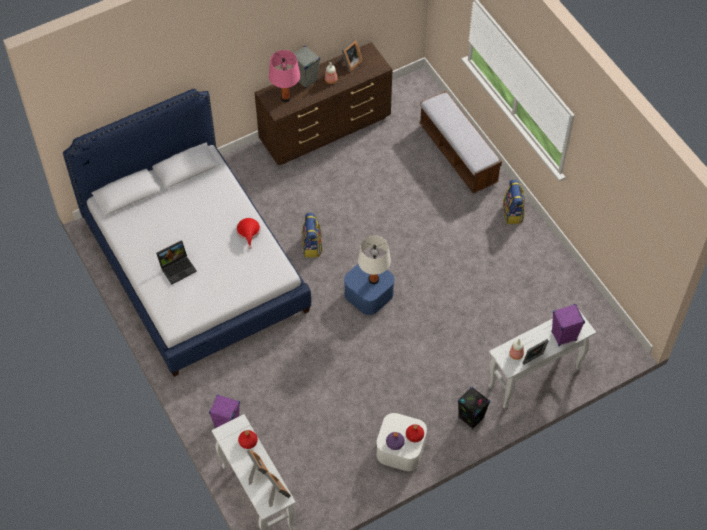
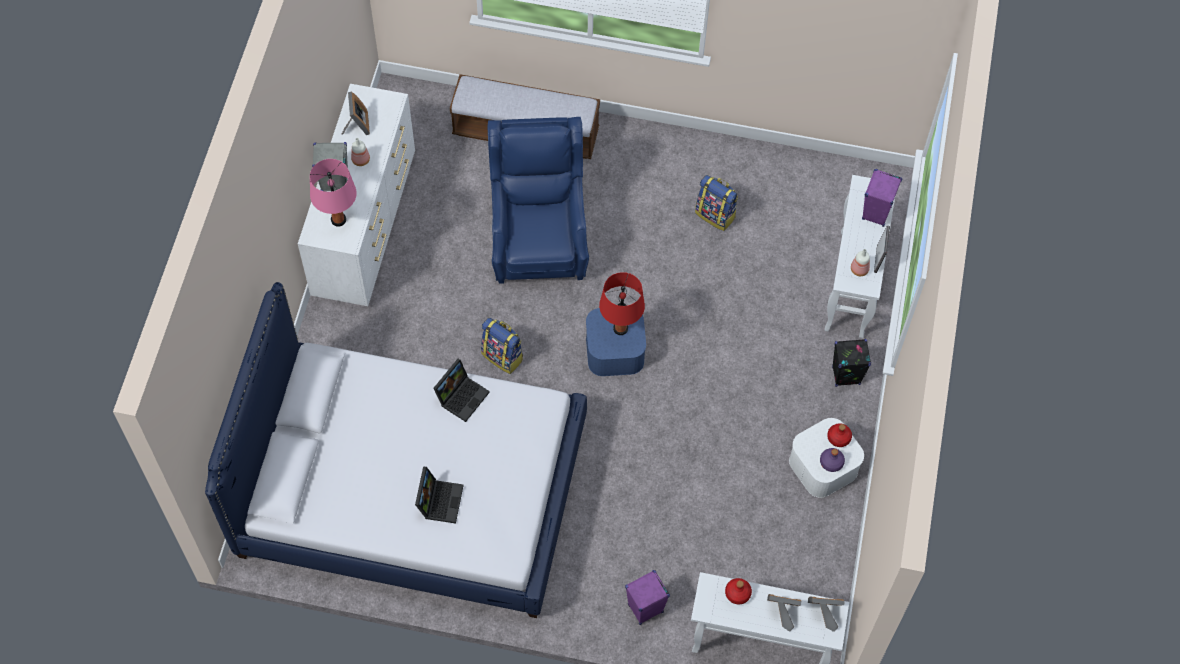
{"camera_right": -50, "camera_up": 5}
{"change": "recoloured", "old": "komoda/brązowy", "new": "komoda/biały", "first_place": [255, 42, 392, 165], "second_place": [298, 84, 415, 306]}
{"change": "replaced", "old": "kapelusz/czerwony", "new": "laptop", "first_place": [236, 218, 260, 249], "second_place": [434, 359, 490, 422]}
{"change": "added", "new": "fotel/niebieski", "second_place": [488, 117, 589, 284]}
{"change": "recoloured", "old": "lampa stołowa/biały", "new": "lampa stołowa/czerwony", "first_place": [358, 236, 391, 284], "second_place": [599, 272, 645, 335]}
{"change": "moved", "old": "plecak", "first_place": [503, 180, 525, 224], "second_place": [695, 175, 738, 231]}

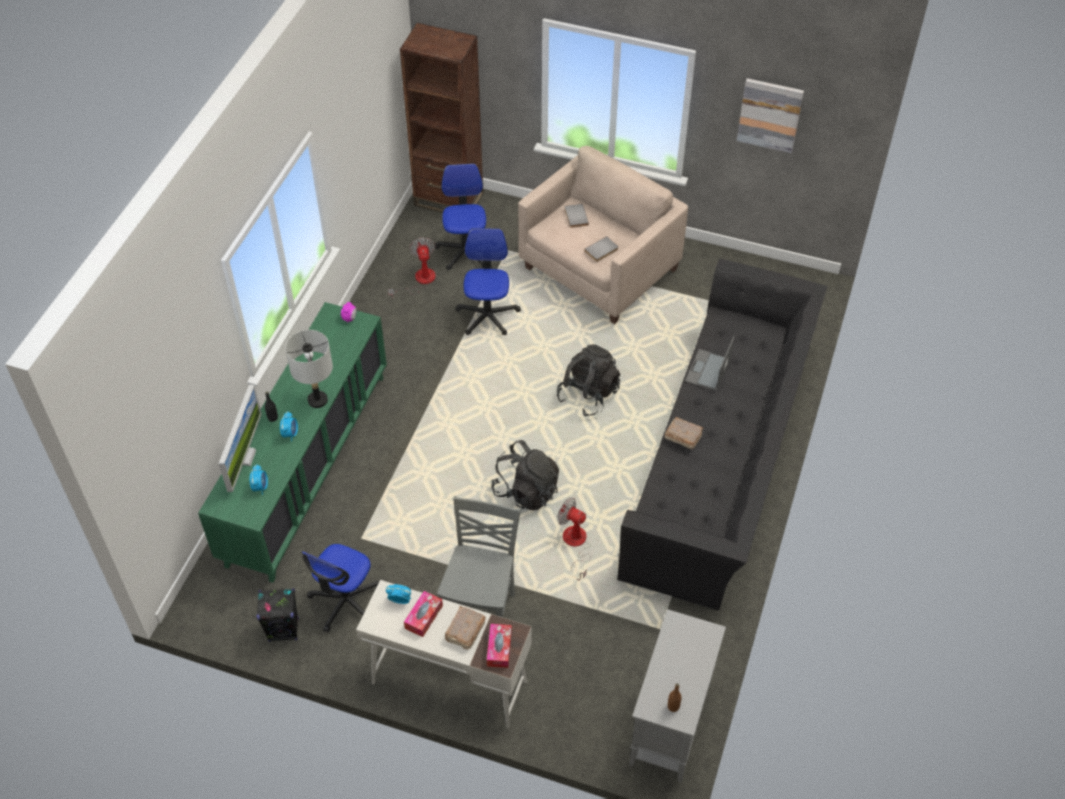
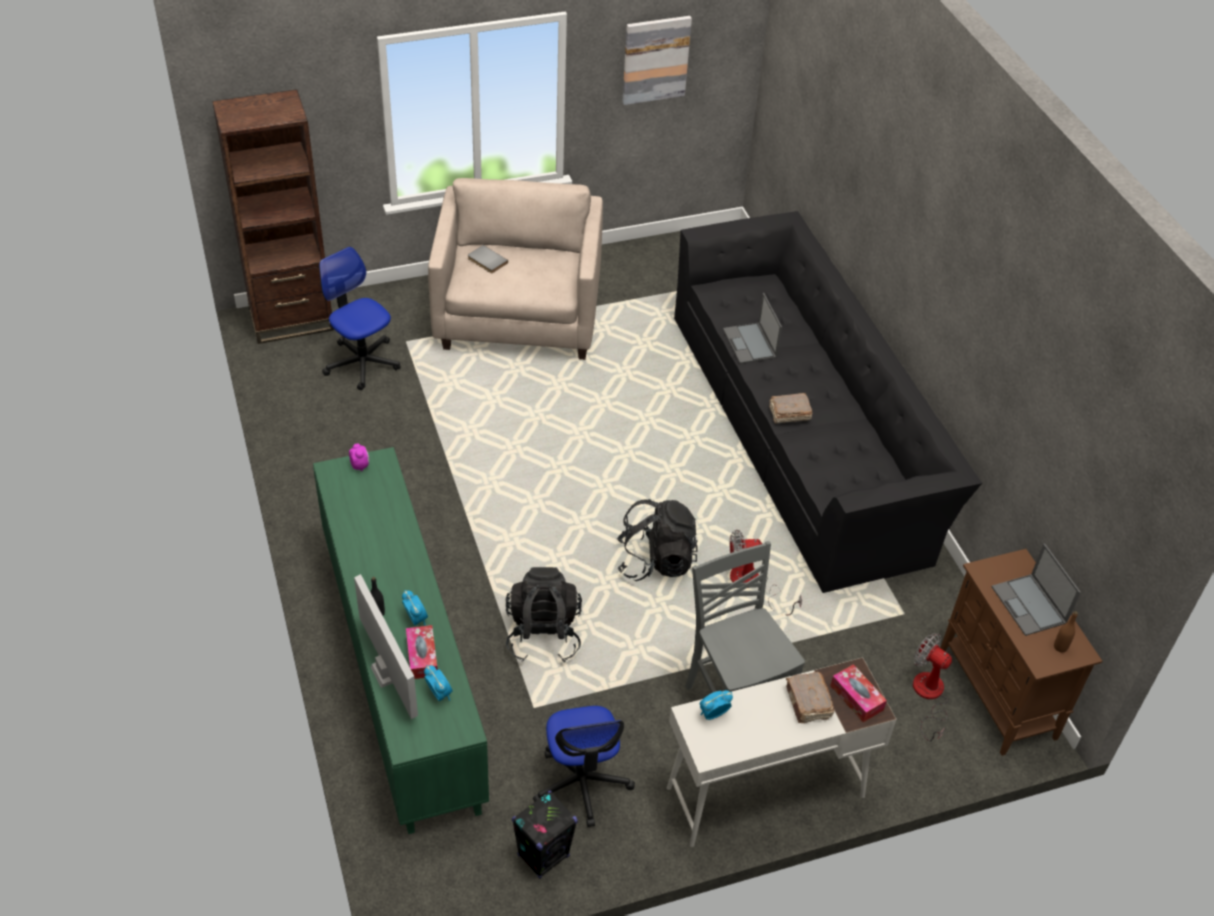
{"camera_right": -40, "camera_up": -5}
{"change": "moved", "old": "pudełko chusteczek", "first_place": [404, 591, 443, 637], "second_place": [406, 625, 438, 679]}
{"change": "moved", "old": "plecak/czarny", "first_place": [556, 344, 620, 416], "second_place": [506, 567, 582, 662]}
{"change": "moved", "old": "wentylator", "first_place": [388, 237, 436, 298], "second_place": [913, 633, 952, 742]}
{"change": "recoloured", "old": "szafka/szary", "new": "szafka/brązowy", "first_place": [629, 609, 726, 782], "second_place": [940, 549, 1102, 756]}
{"change": "added", "new": "laptop", "second_place": [992, 544, 1081, 636]}
{"change": "removed", "old": "lampa stołowa/szary", "first_place": [285, 330, 333, 408]}
{"change": "removed", "old": "krzesło biurowe", "first_place": [455, 228, 521, 335]}
{"change": "removed", "old": "książka/szary", "first_place": [584, 236, 618, 262]}

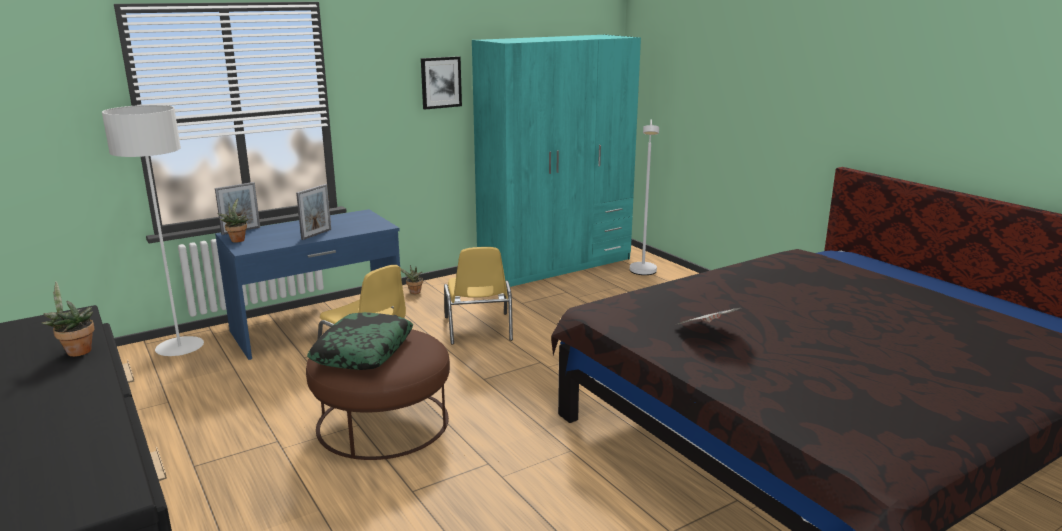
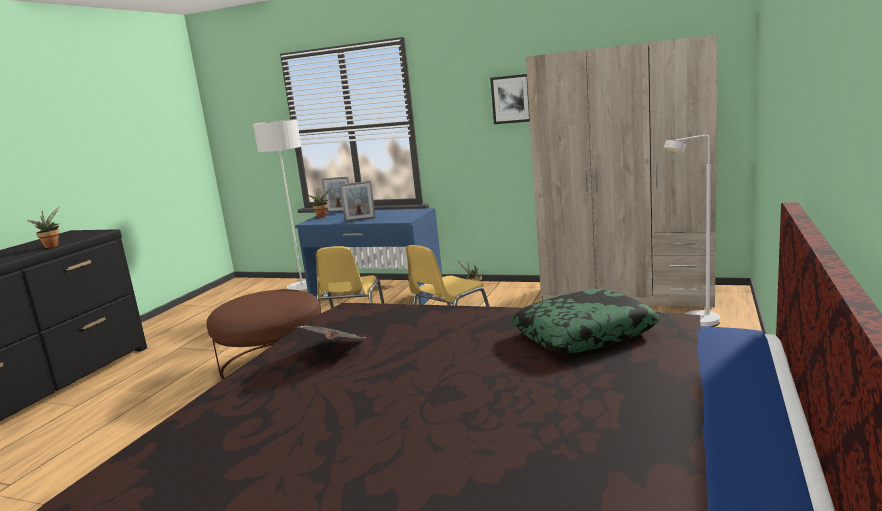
{"camera_right": 55, "camera_up": -5}
{"change": "moved", "old": "poduszka", "first_place": [307, 312, 413, 370], "second_place": [511, 289, 660, 354]}
{"change": "recoloured", "old": "szafa/turkusowy", "new": "szafa/beżowy", "first_place": [472, 34, 641, 287], "second_place": [526, 34, 718, 307]}

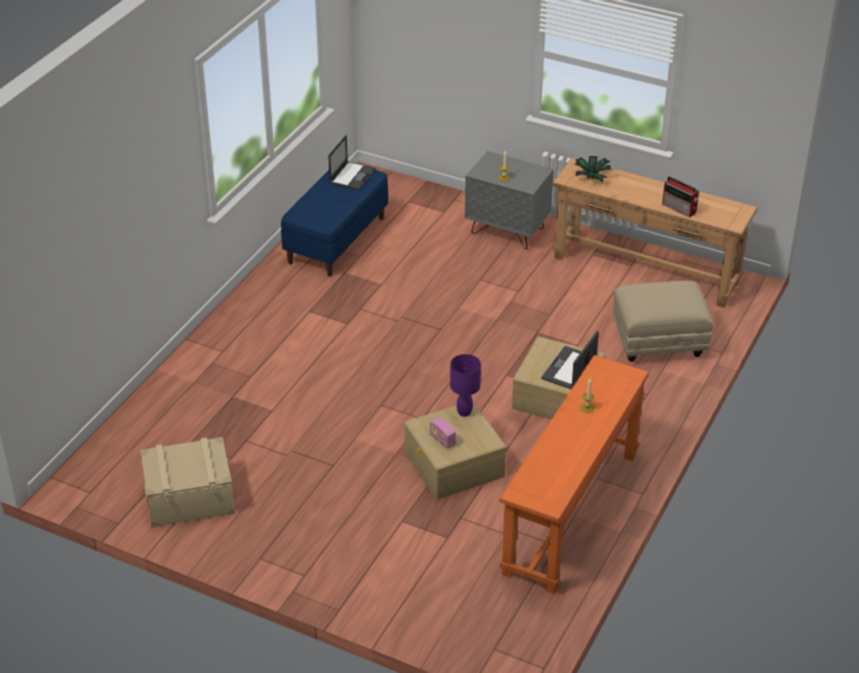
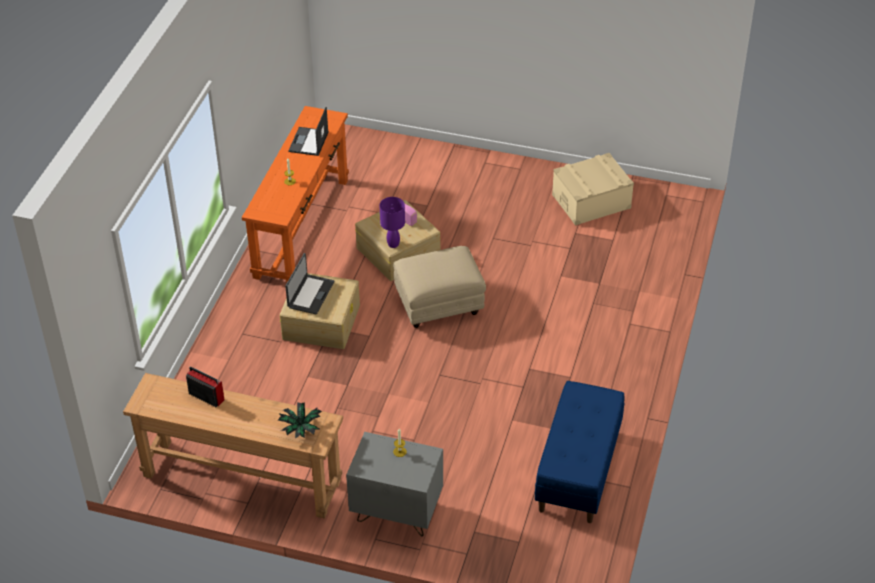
{"camera_right": 170, "camera_up": 5}
{"change": "moved", "old": "laptop", "first_place": [328, 135, 376, 190], "second_place": [288, 107, 329, 156]}
{"change": "moved", "old": "pufa/beżowy", "first_place": [613, 281, 713, 362], "second_place": [393, 246, 486, 328]}

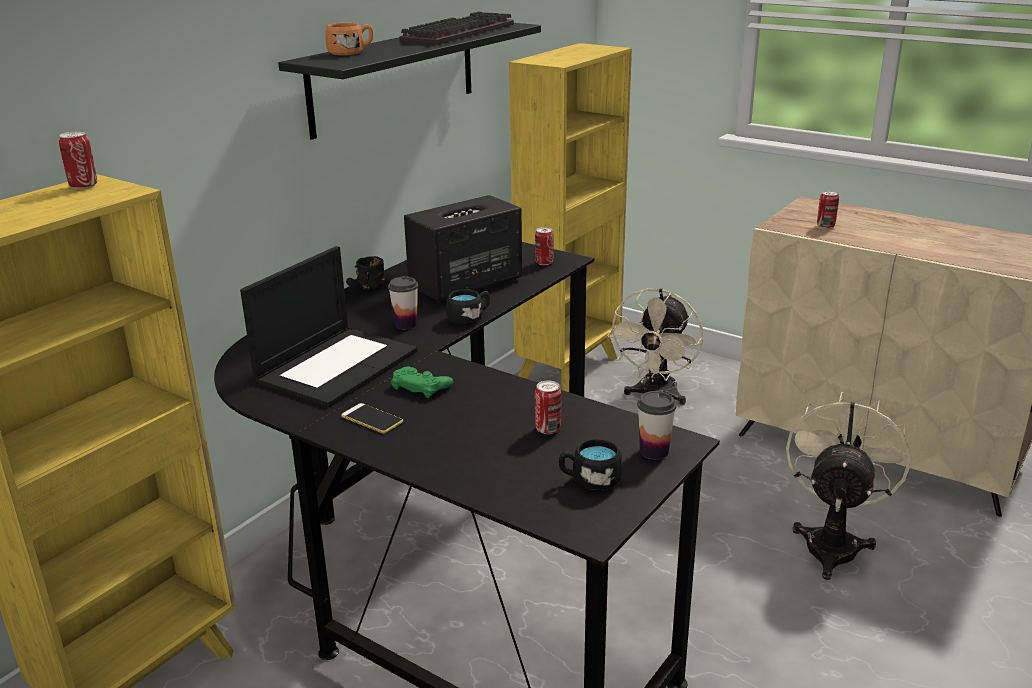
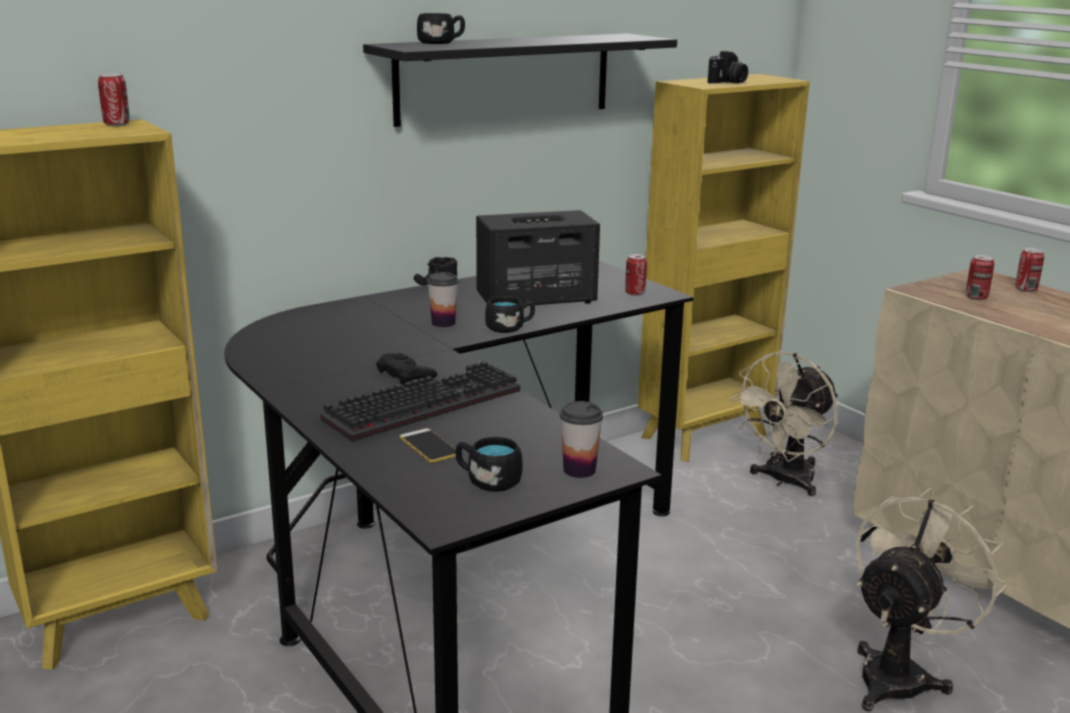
{"camera_right": 20, "camera_up": -5}
{"change": "moved", "old": "klawiatura", "first_place": [399, 11, 514, 45], "second_place": [320, 361, 520, 441]}
{"change": "recoloured", "old": "pad do gier/zielony", "new": "pad do gier/czarny", "first_place": [391, 366, 454, 398], "second_place": [376, 353, 437, 385]}
{"change": "moved", "old": "telefon", "first_place": [341, 403, 403, 434], "second_place": [399, 428, 456, 463]}
{"change": "recoloured", "old": "kubek/pomarańczowy", "new": "kubek/czarny", "first_place": [325, 23, 373, 55], "second_place": [417, 13, 465, 44]}
{"change": "added", "new": "aparat fotograficzny", "second_place": [708, 51, 748, 84]}
{"change": "moved", "old": "puszka", "first_place": [535, 380, 561, 434], "second_place": [1016, 248, 1044, 292]}
{"change": "removed", "old": "laptop", "first_place": [240, 246, 418, 407]}

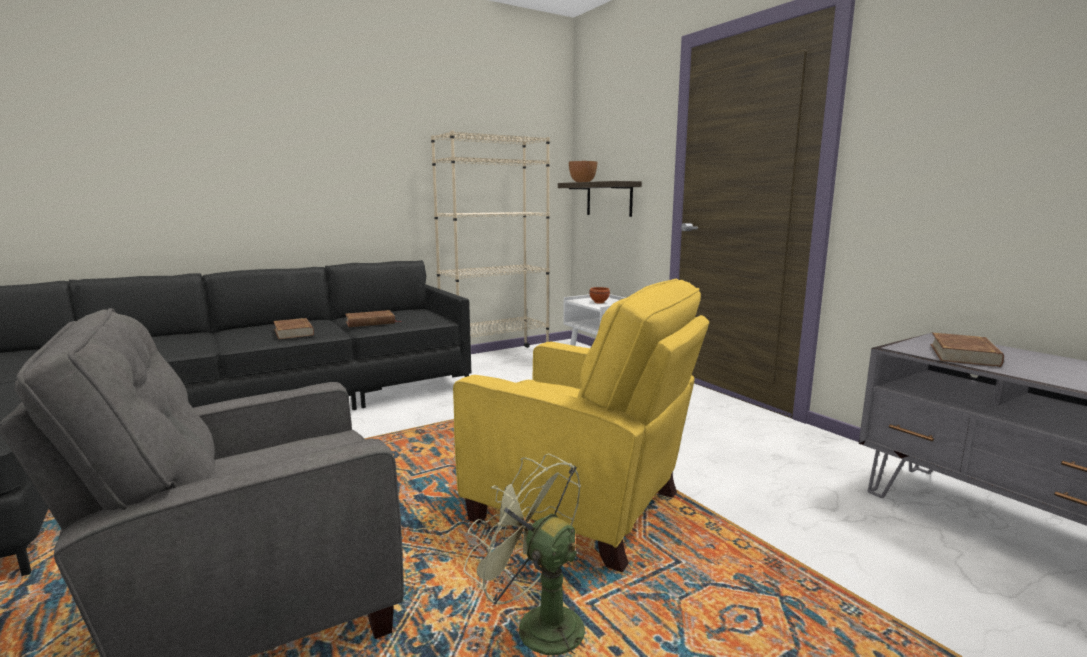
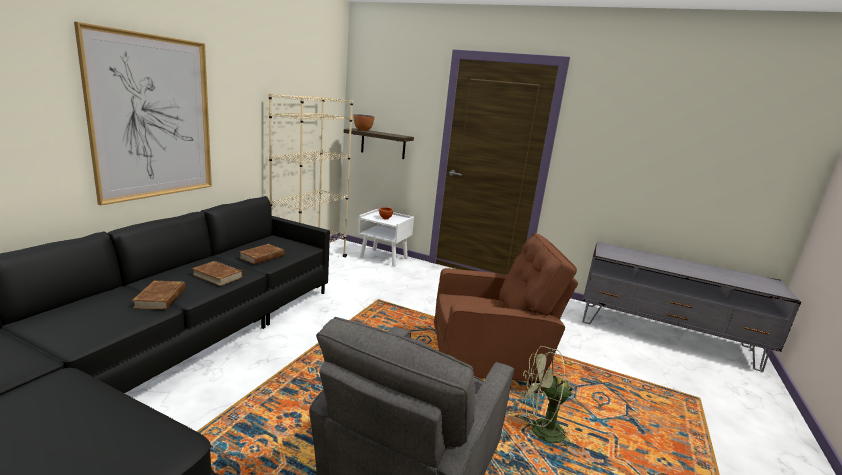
{"camera_right": -35, "camera_up": 5}
{"change": "added", "new": "obraz", "second_place": [74, 22, 212, 205]}
{"change": "moved", "old": "książka/brązowy", "first_place": [930, 333, 1004, 367], "second_place": [132, 281, 186, 309]}
{"change": "recoloured", "old": "fotel/żółty", "new": "fotel/brązowy", "first_place": [453, 279, 709, 573], "second_place": [435, 233, 578, 393]}

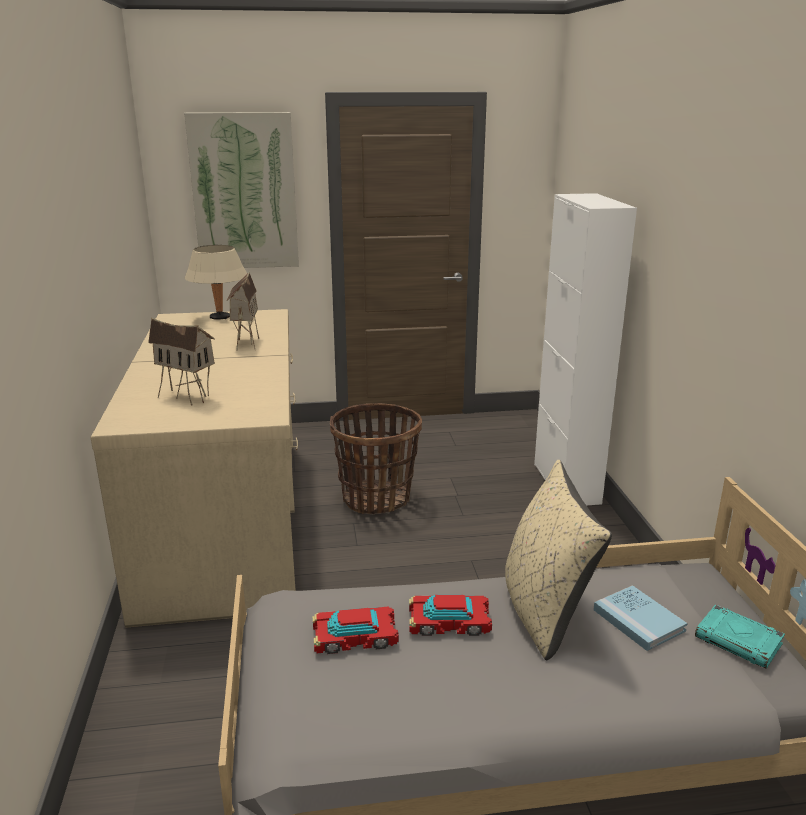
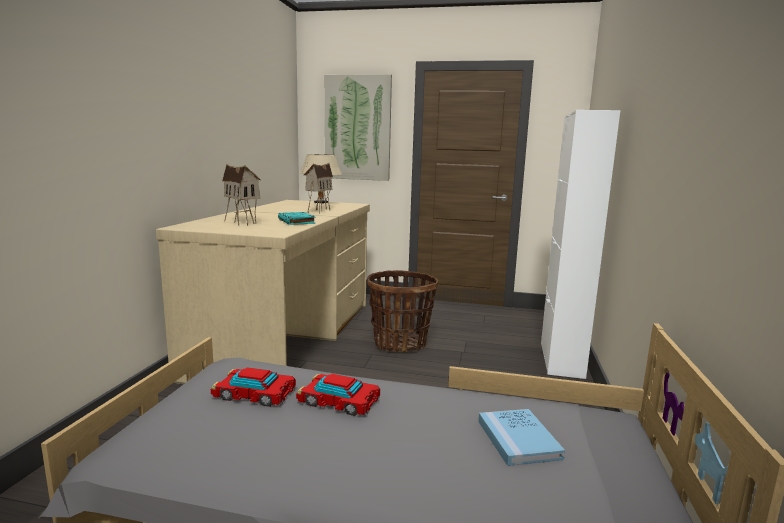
{"camera_right": 20, "camera_up": -10}
{"change": "moved", "old": "książka/turkusowy", "first_place": [695, 604, 785, 669], "second_place": [278, 212, 315, 225]}
{"change": "removed", "old": "poduszka/beżowy", "first_place": [505, 460, 612, 660]}

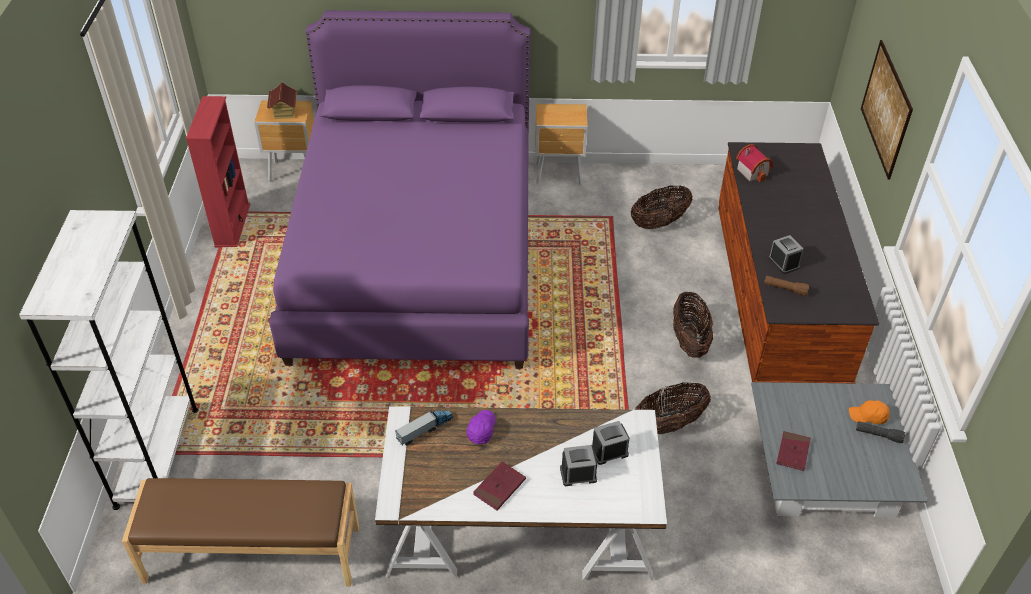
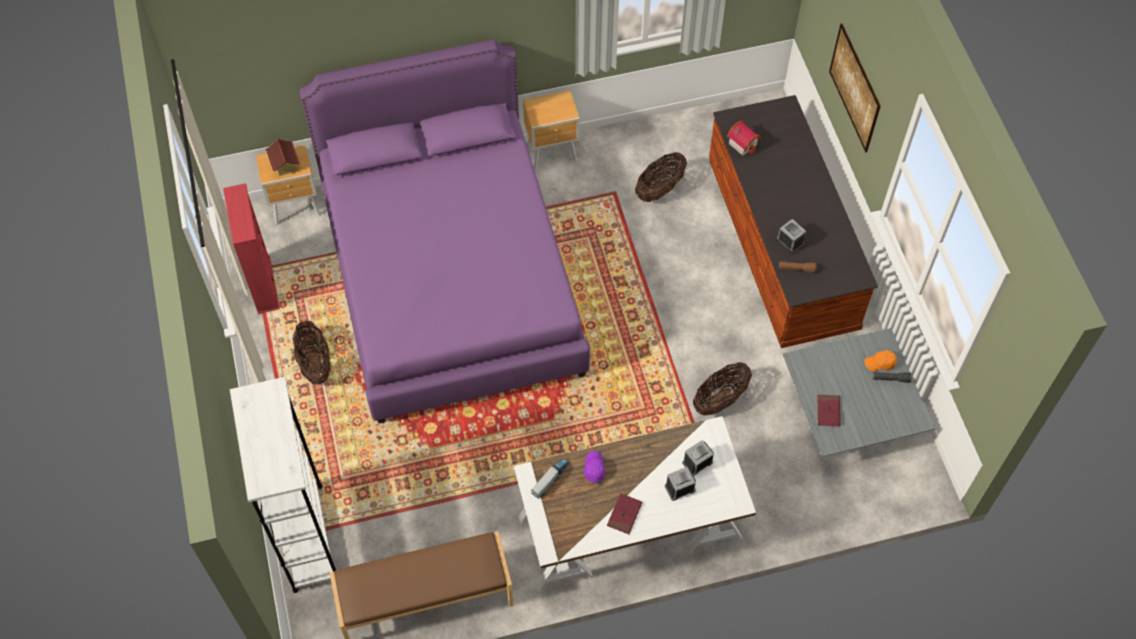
{"camera_right": -15, "camera_up": 15}
{"change": "moved", "old": "koszyk", "first_place": [673, 292, 713, 358], "second_place": [293, 321, 331, 384]}

